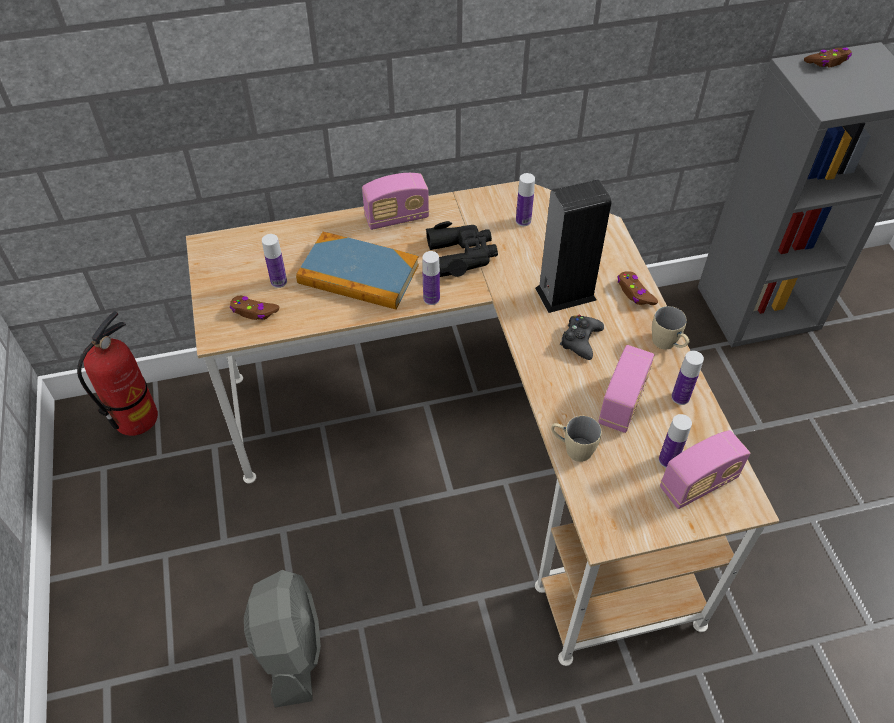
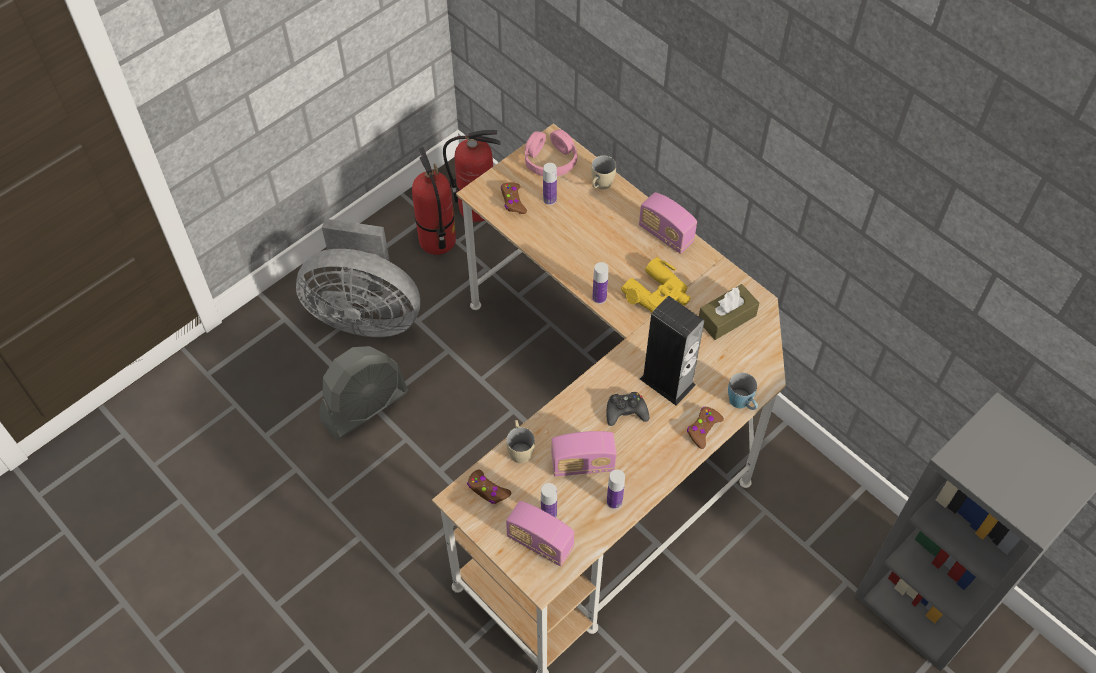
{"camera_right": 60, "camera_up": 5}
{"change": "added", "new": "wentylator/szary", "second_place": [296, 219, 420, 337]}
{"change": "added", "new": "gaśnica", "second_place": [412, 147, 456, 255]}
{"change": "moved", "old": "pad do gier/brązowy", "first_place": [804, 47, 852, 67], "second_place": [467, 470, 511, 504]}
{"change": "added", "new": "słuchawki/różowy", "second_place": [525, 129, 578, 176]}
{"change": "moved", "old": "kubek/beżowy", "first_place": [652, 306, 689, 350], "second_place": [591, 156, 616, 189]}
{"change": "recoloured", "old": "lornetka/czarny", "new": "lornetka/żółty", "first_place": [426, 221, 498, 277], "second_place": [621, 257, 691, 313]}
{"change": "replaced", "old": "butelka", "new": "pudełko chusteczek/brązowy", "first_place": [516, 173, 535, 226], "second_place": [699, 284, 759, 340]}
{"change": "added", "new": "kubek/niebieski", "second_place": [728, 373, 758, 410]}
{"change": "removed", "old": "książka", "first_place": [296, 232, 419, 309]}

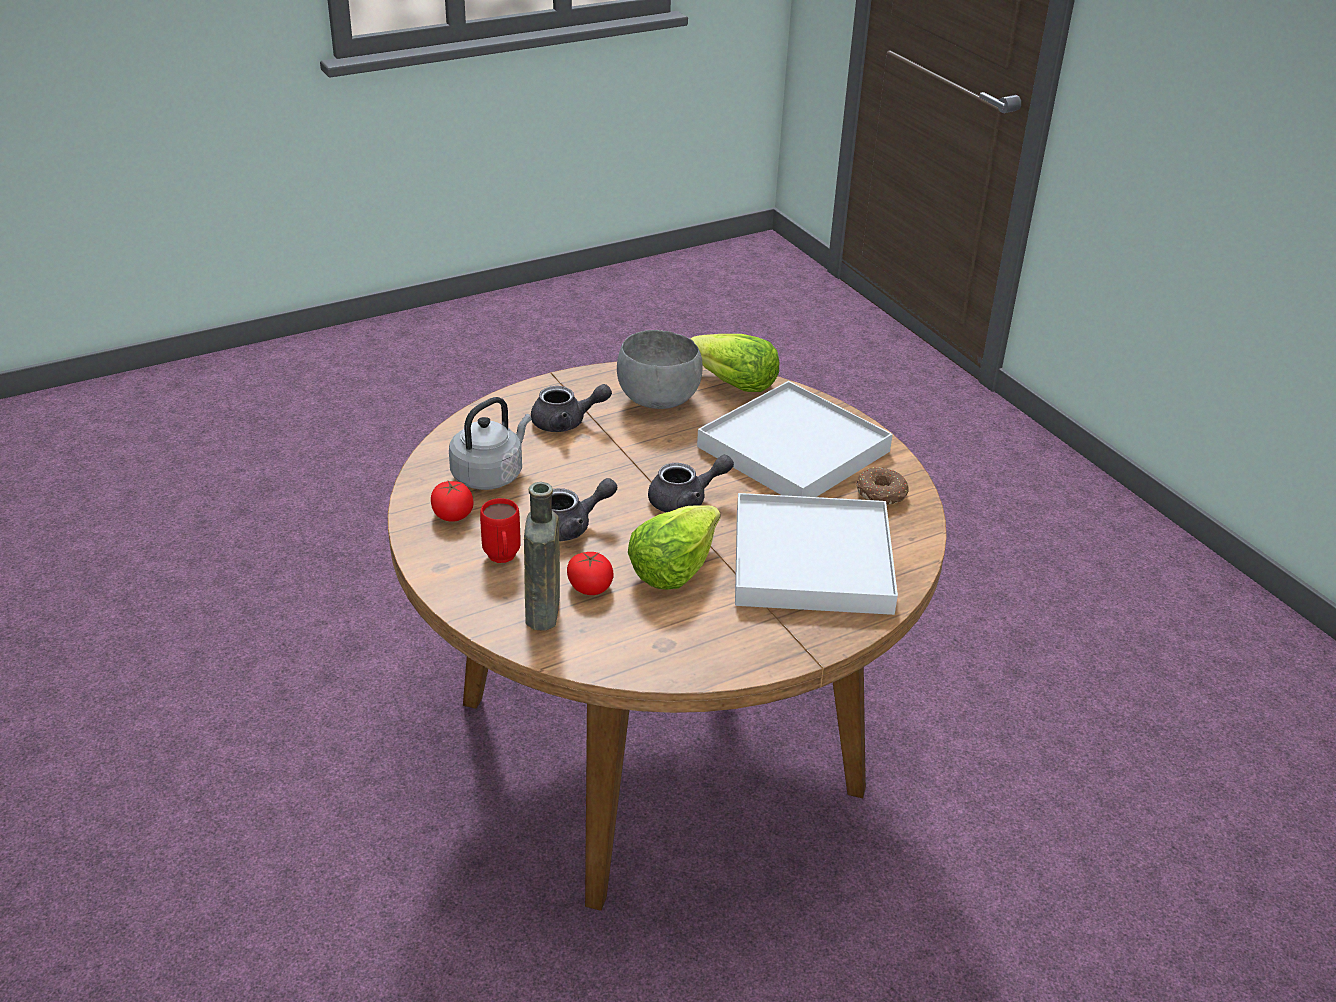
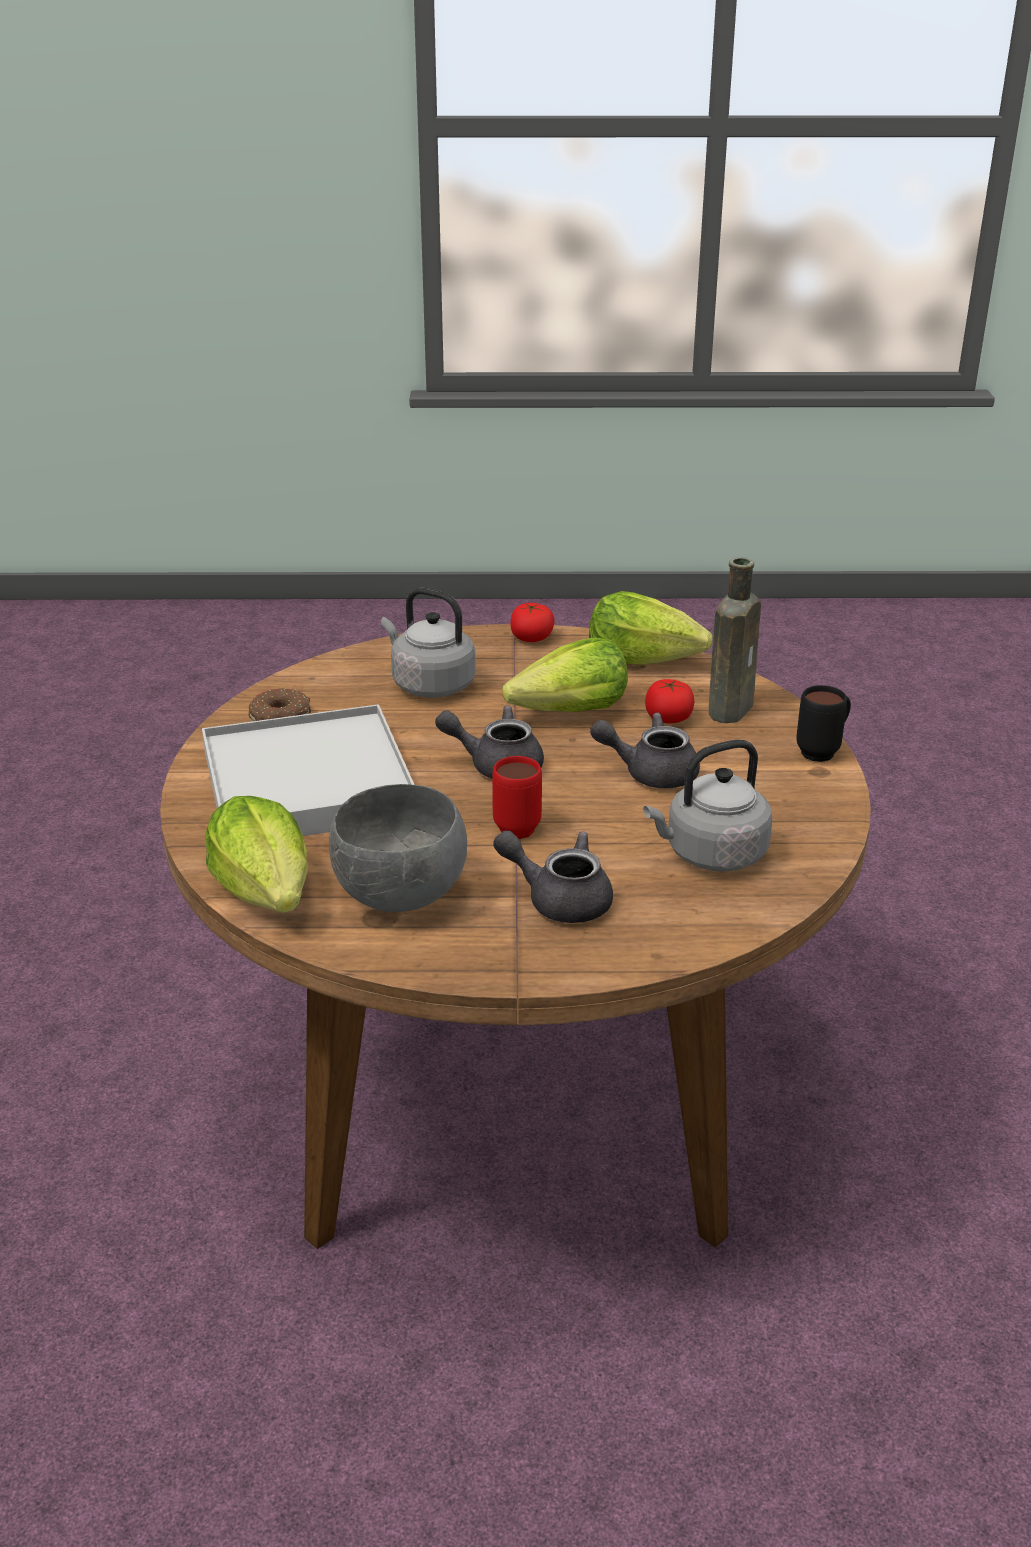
{"camera_right": -150, "camera_up": -5}
{"change": "replaced", "old": "taca/biały", "new": "czajnik/szary", "first_place": [735, 493, 898, 615], "second_place": [381, 588, 476, 698]}
{"change": "moved", "old": "kubek/czerwony", "first_place": [480, 498, 521, 563], "second_place": [492, 756, 542, 839]}
{"change": "moved", "old": "pomidor", "first_place": [431, 481, 474, 522], "second_place": [510, 603, 555, 642]}
{"change": "added", "new": "sałata", "second_place": [589, 591, 713, 665]}
{"change": "added", "new": "kubek/czarny", "second_place": [796, 685, 851, 762]}

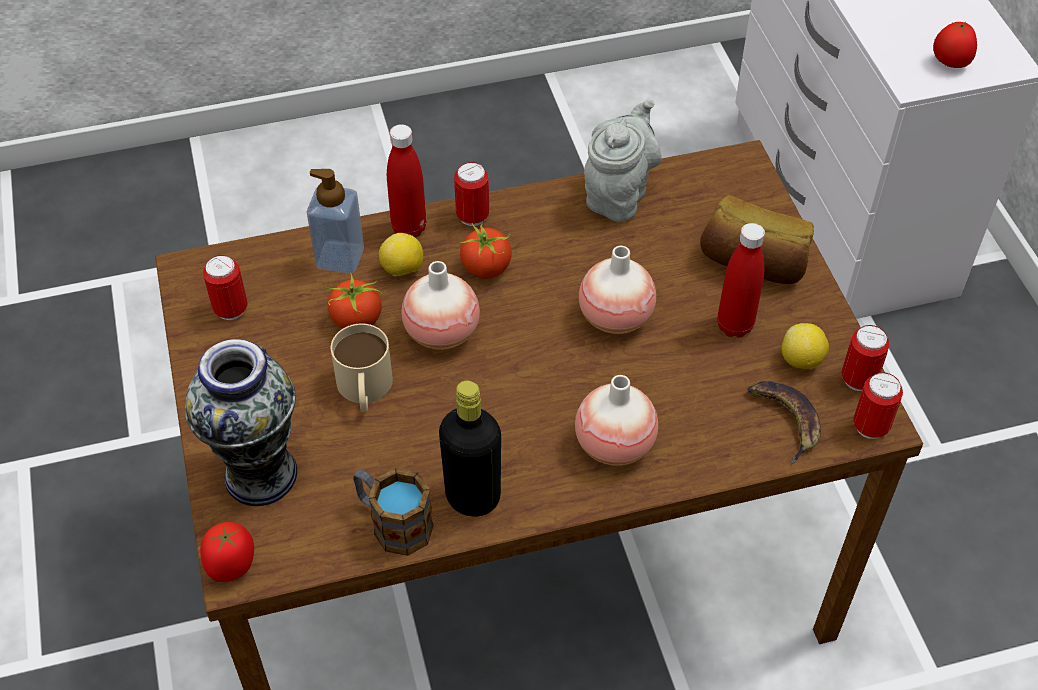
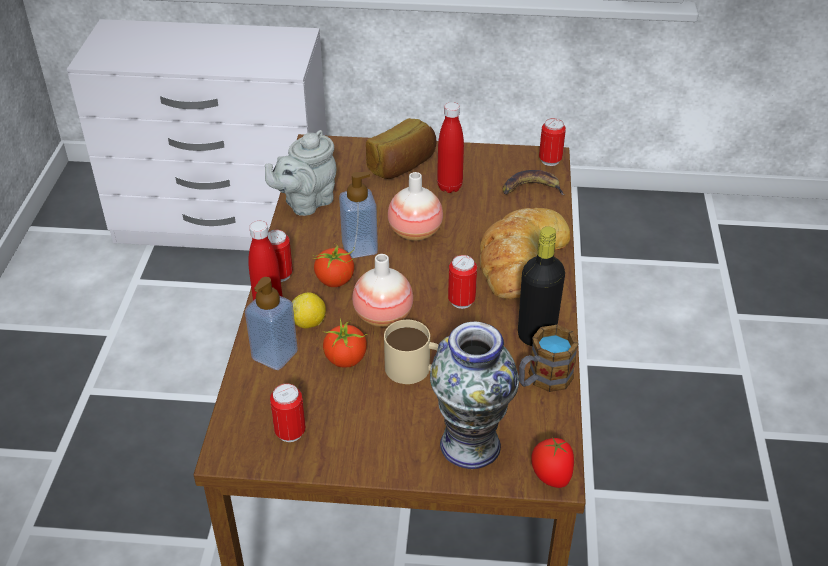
{"camera_right": -70, "camera_up": -10}
{"change": "turned", "old": "imbryk/szary", "first_place": [584, 99, 661, 222], "second_place": [265, 130, 336, 216], "degrees": -90}
{"change": "added", "new": "dozownik mydła", "second_place": [339, 172, 378, 258]}
{"change": "moved", "old": "puszka", "first_place": [841, 325, 889, 391], "second_place": [448, 255, 477, 309]}
{"change": "replaced", "old": "wazon", "new": "chleb", "first_place": [575, 375, 658, 466], "second_place": [480, 208, 570, 299]}
{"change": "removed", "old": "cytryna", "first_place": [782, 323, 829, 369]}
{"change": "removed", "old": "pomidor", "first_place": [933, 22, 977, 68]}

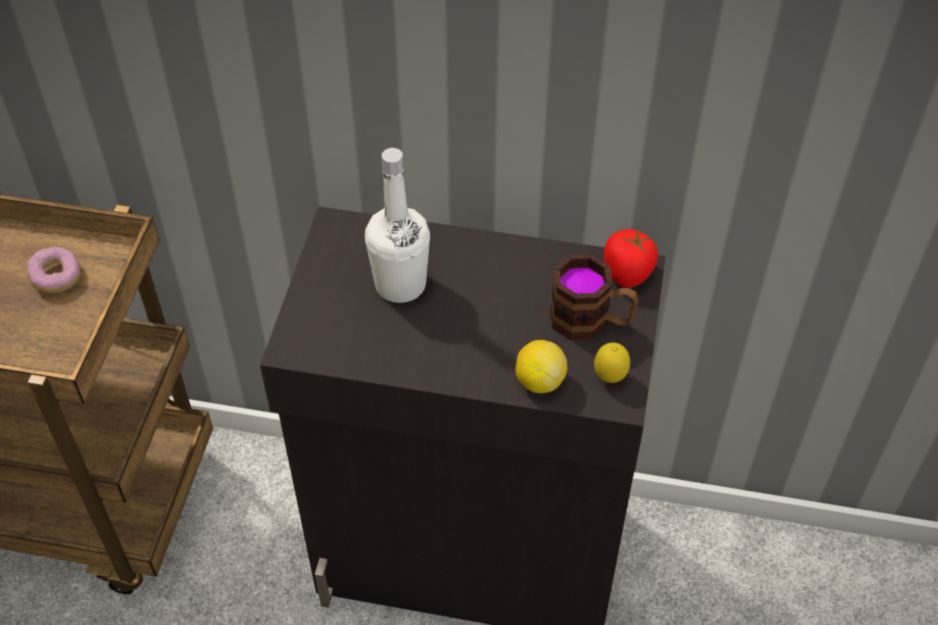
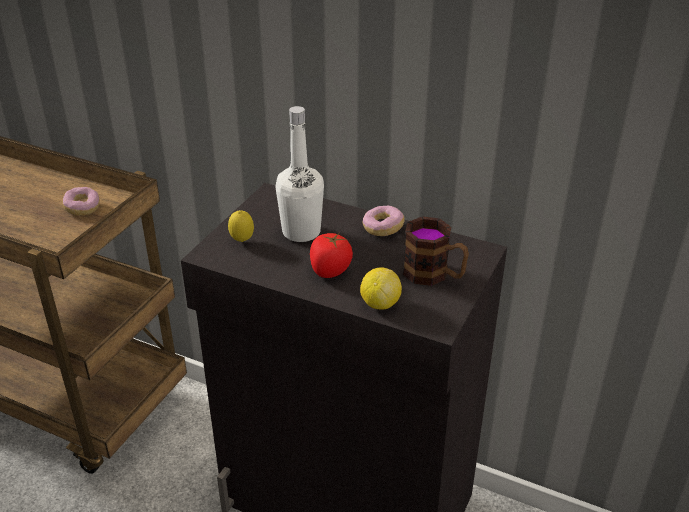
{"camera_right": 15, "camera_up": -15}
{"change": "moved", "old": "cytryna", "first_place": [594, 342, 630, 383], "second_place": [228, 210, 254, 242]}
{"change": "moved", "old": "pomidor", "first_place": [603, 229, 658, 288], "second_place": [310, 233, 353, 278]}
{"change": "added", "new": "donut", "second_place": [363, 206, 404, 236]}

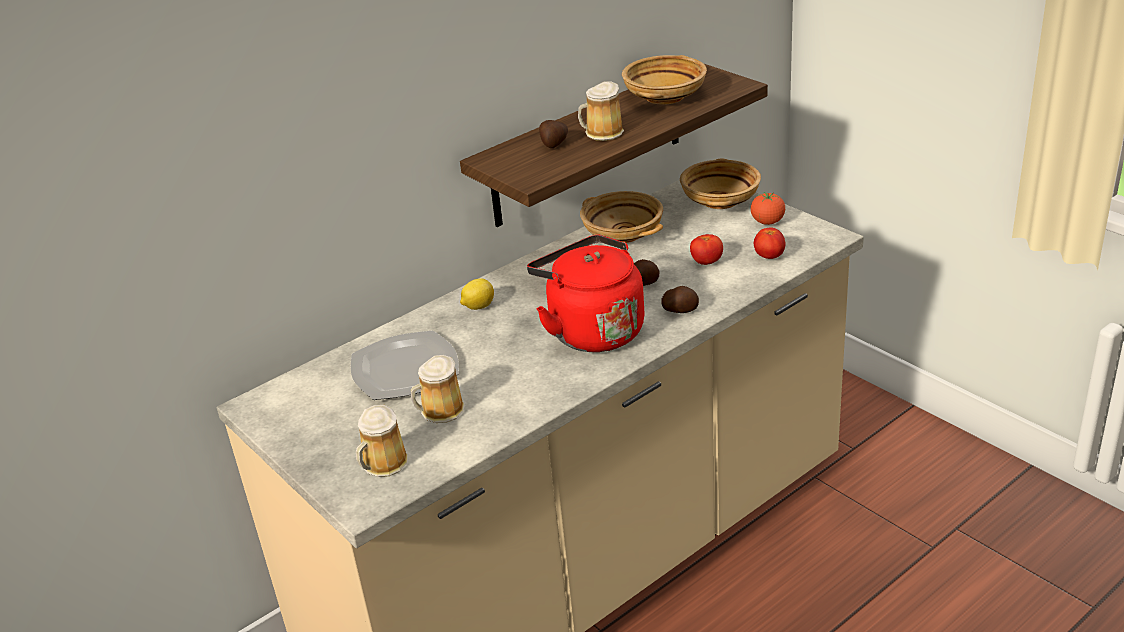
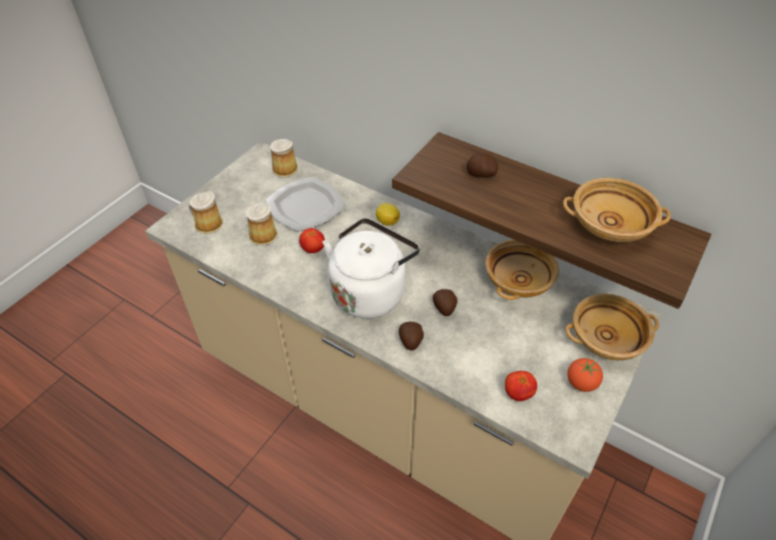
{"camera_right": 70, "camera_up": 15}
{"change": "moved", "old": "kubek", "first_place": [578, 81, 624, 141], "second_place": [270, 139, 298, 178]}
{"change": "moved", "old": "pomidor", "first_place": [690, 234, 723, 265], "second_place": [299, 228, 325, 253]}
{"change": "recoloured", "old": "czajnik/czerwony", "new": "czajnik/biały", "first_place": [527, 235, 644, 352], "second_place": [322, 218, 420, 318]}

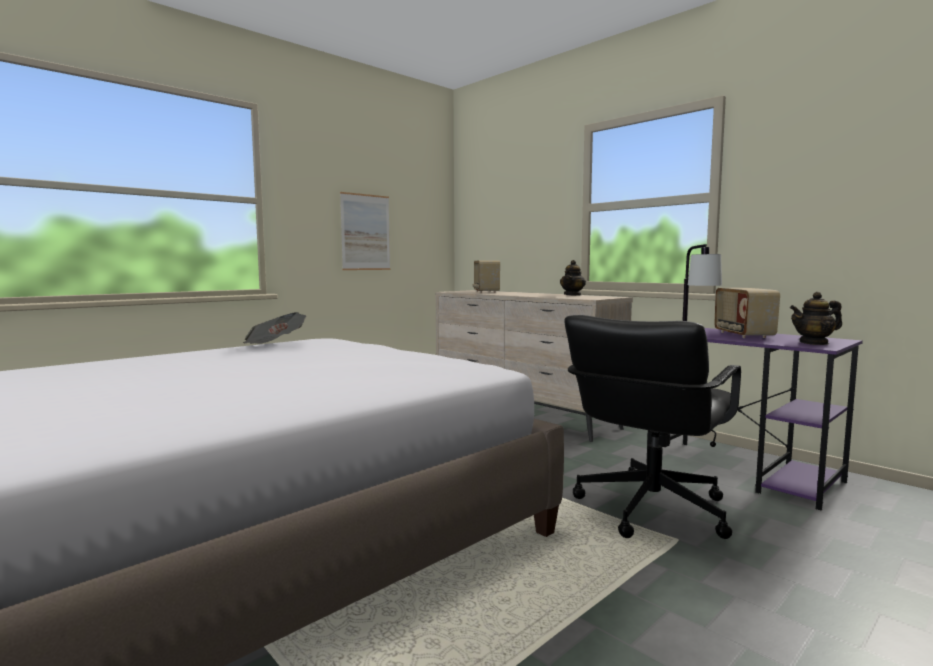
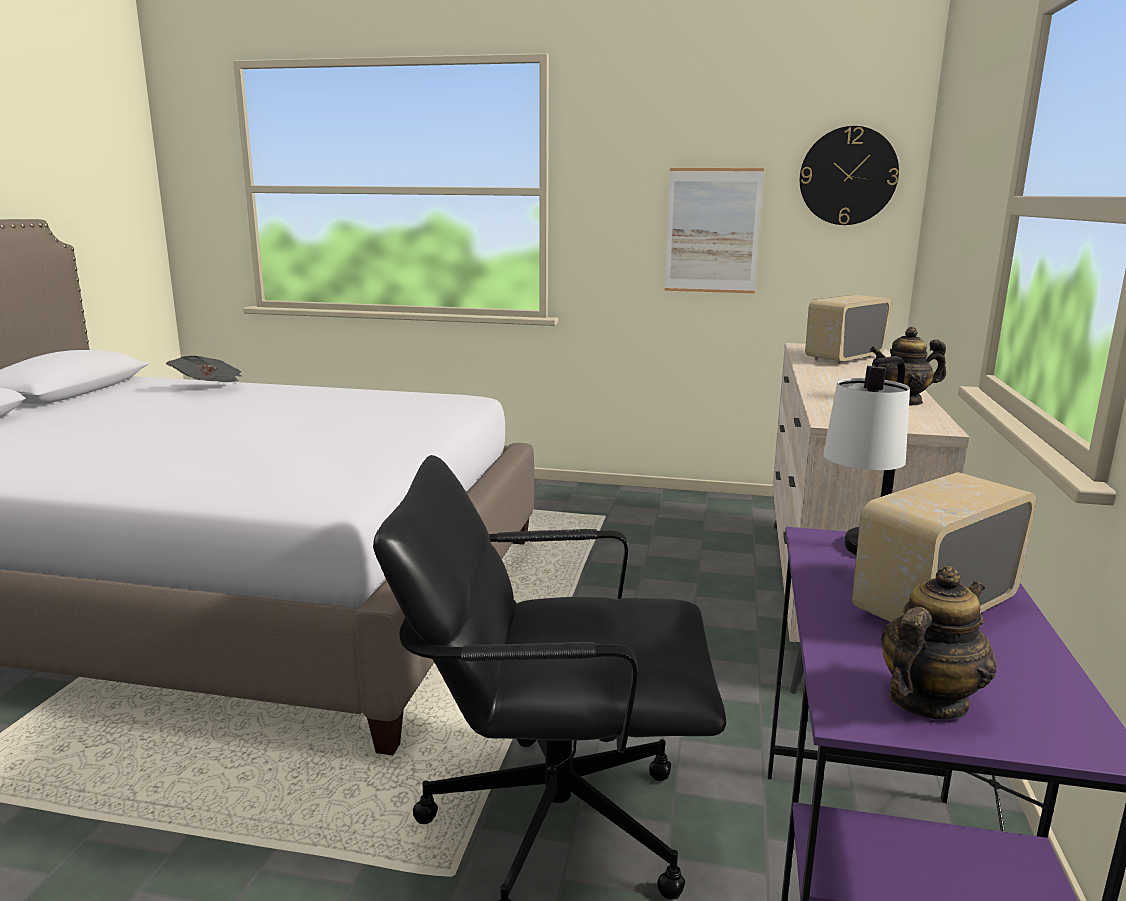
{"camera_right": 55, "camera_up": 10}
{"change": "moved", "old": "gazeta", "first_place": [243, 312, 307, 344], "second_place": [166, 356, 242, 382]}
{"change": "added", "new": "zegar ścienny", "second_place": [800, 126, 899, 225]}
{"change": "turned", "old": "imbryk", "first_place": [790, 292, 842, 345], "second_place": [881, 566, 997, 719], "degrees": 90}

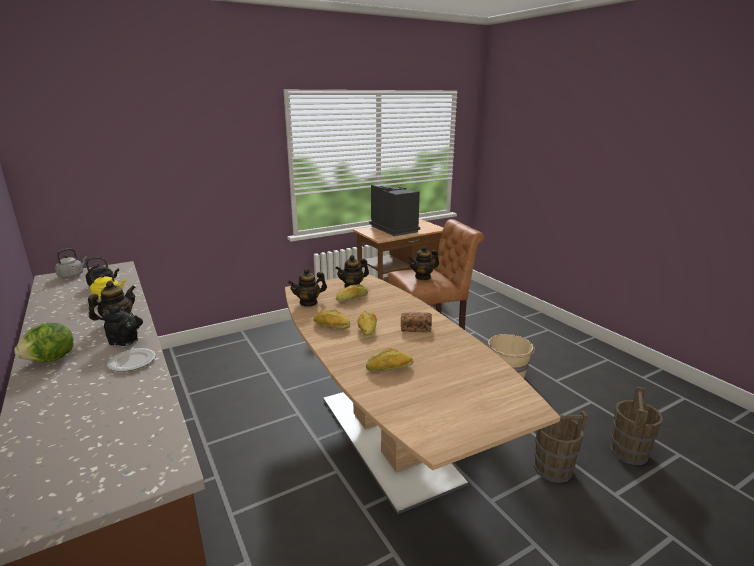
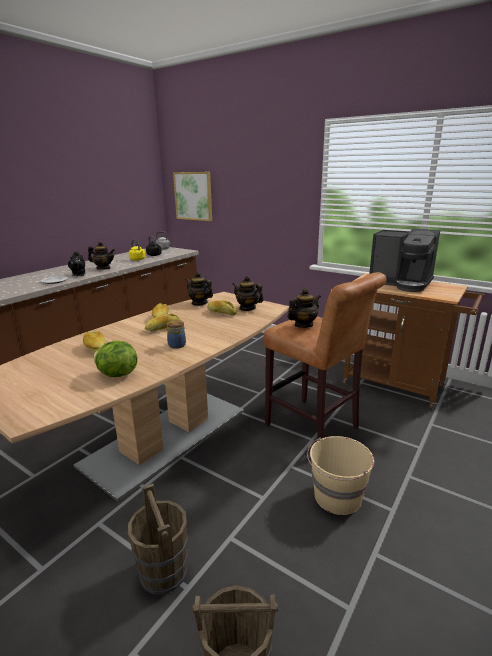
{"camera_right": 65, "camera_up": 0}
{"change": "moved", "old": "sałata", "first_place": [14, 323, 74, 362], "second_place": [93, 340, 137, 377]}
{"change": "replaced", "old": "chleb", "new": "słoik", "first_place": [401, 312, 432, 332], "second_place": [167, 320, 186, 349]}
{"change": "added", "new": "obraz", "second_place": [173, 172, 212, 221]}
{"change": "turned", "old": "imbryk", "first_place": [408, 246, 439, 280], "second_place": [288, 288, 321, 328], "degrees": 105}
{"change": "turned", "old": "ekspres do kawy", "first_place": [369, 185, 420, 236], "second_place": [369, 228, 440, 292], "degrees": 90}

